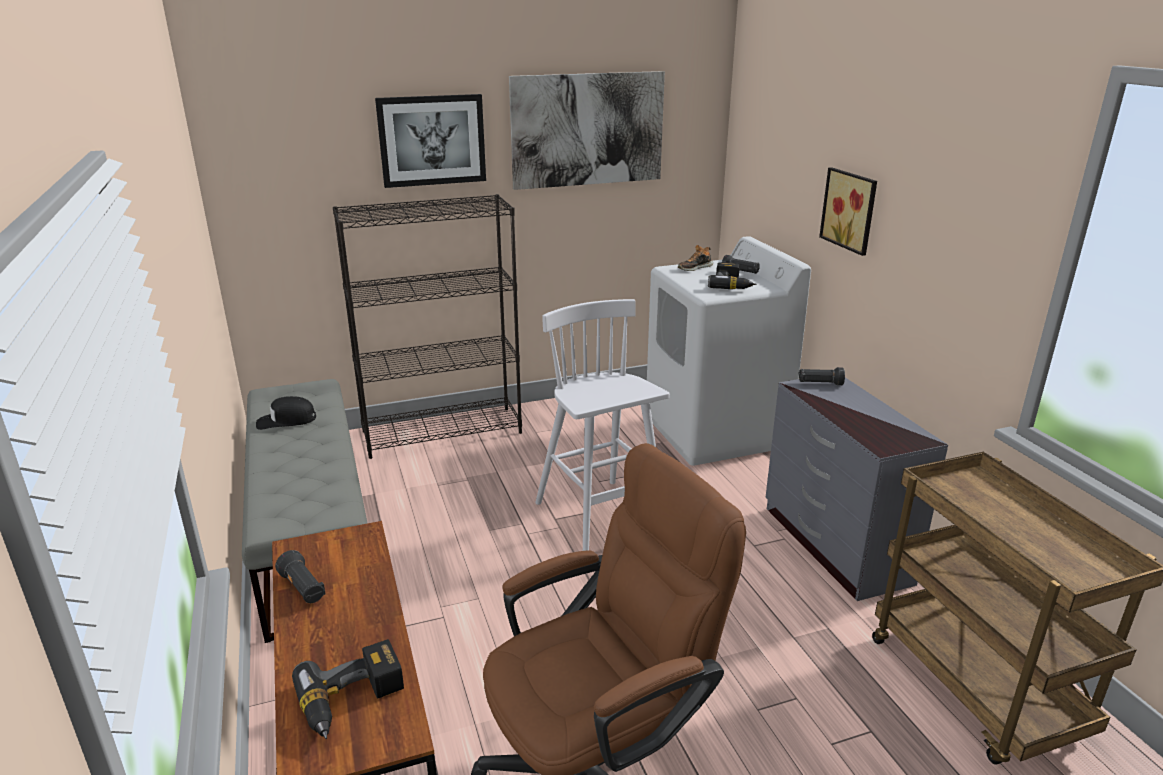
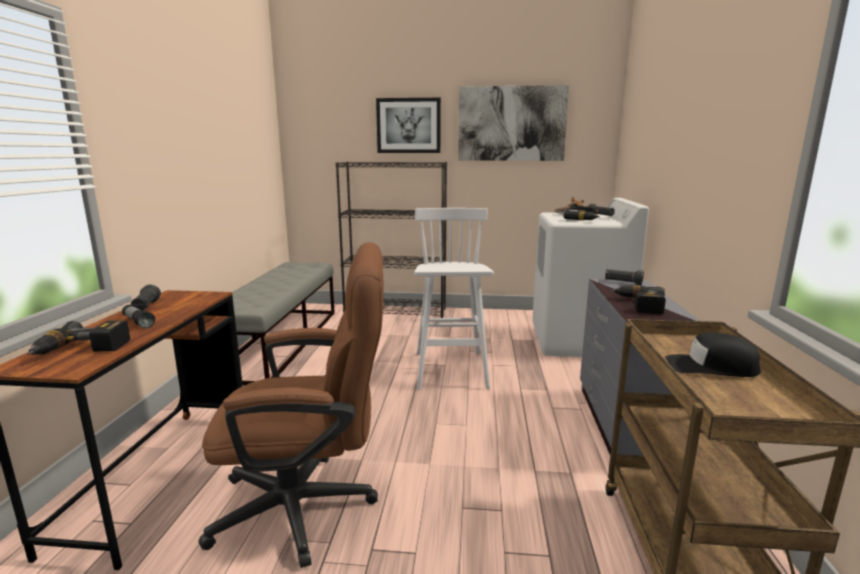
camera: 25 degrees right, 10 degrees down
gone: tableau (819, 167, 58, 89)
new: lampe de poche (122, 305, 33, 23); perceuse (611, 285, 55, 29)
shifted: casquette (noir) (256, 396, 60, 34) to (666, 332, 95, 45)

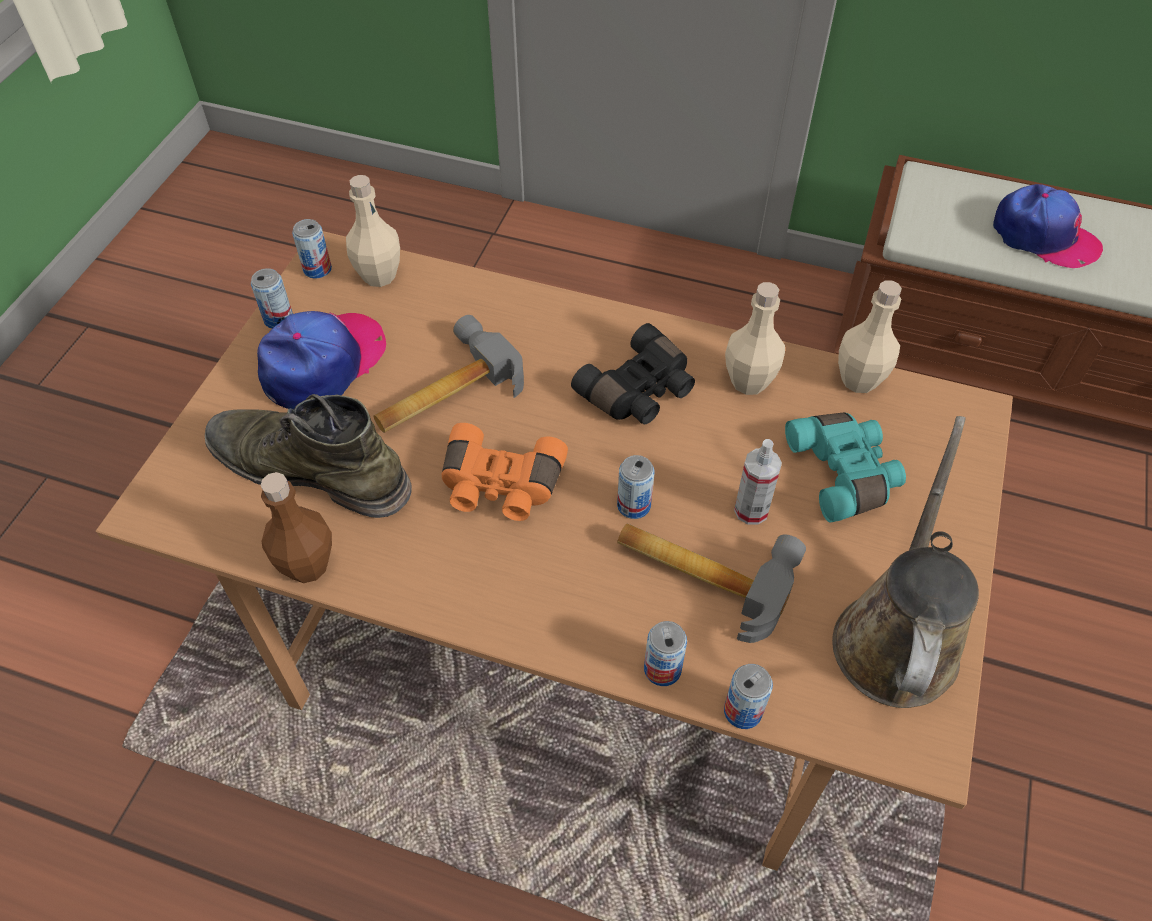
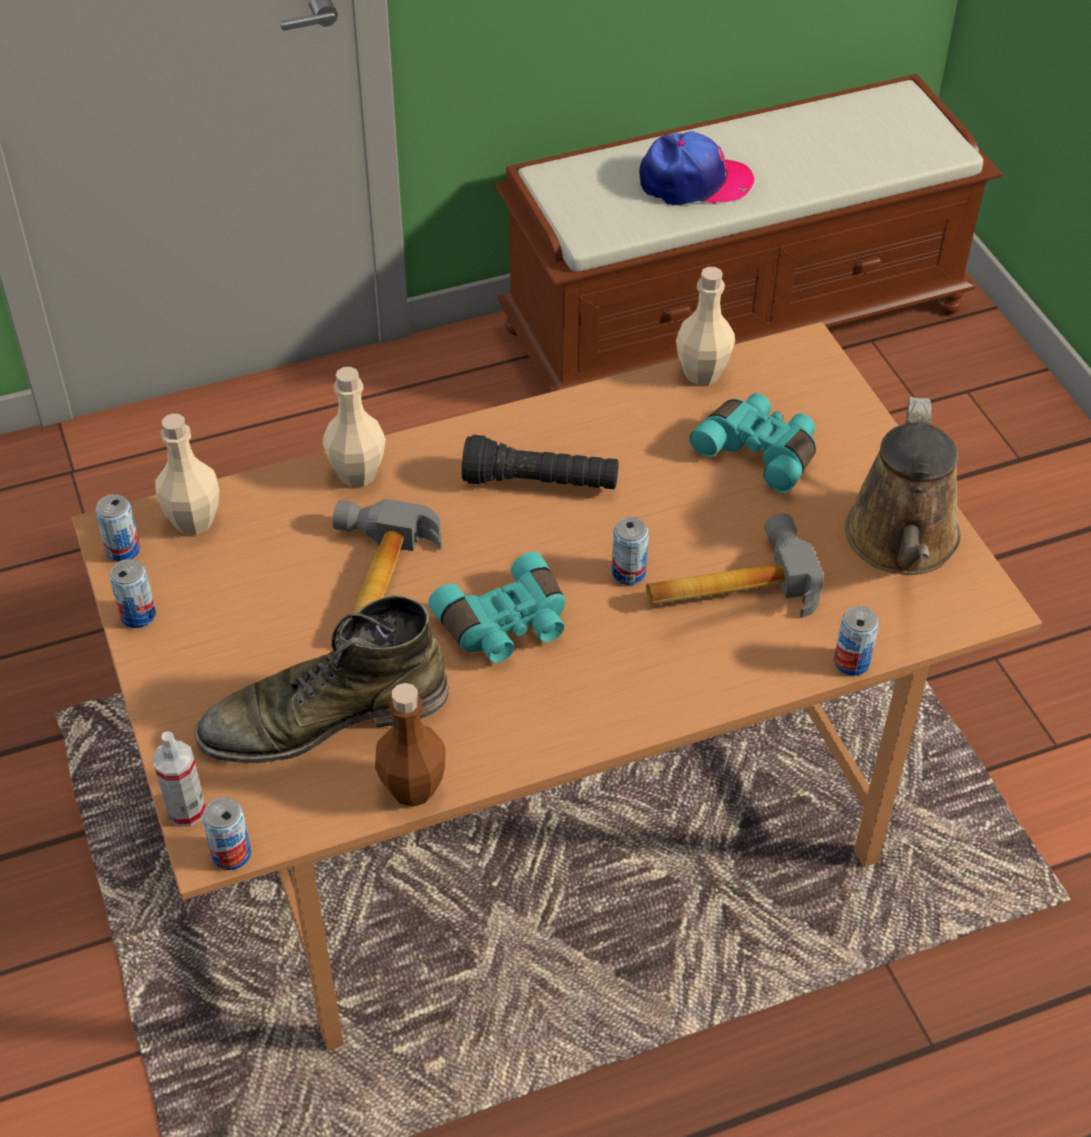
camera: 40 degrees left, 5 degrees down
gone: casquette (257, 311, 129, 99)
shifted: boîte métallique (644, 621, 43, 65) to (202, 797, 49, 73); bouteille (beige) (725, 282, 60, 113) to (323, 367, 63, 120); vaporisateur (734, 439, 48, 86) to (152, 731, 54, 96)
swapped: jumelles (noir) (571, 323, 124, 102) to lampe de poche (noir) (462, 435, 157, 54)
repainted: jumelles (orange) (442, 423, 126, 98) to jumelles (turquoise) (428, 552, 137, 111)
rotated: arrosoir (marron) (832, 416, 147, 292) = (845, 397, 115, 178) 150 degrees counterclockwise

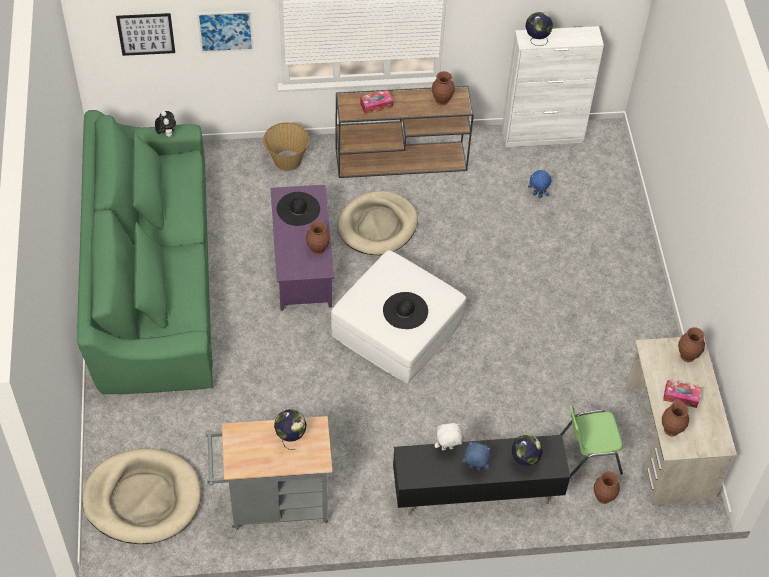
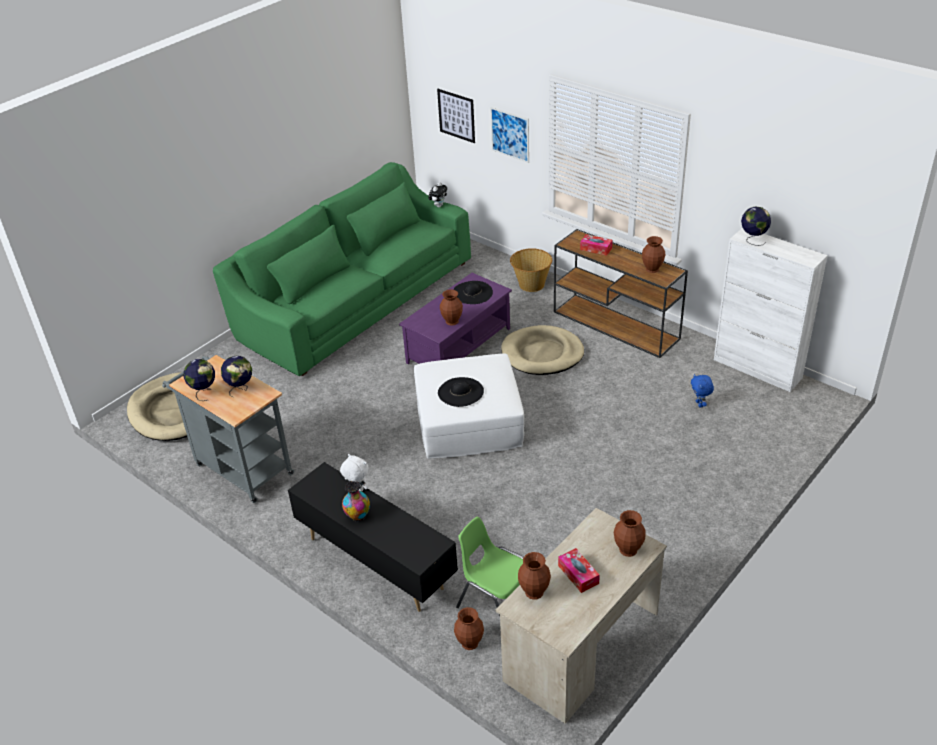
camera: 50 degrees right, 15 degrees down
shifted: globe (512, 435, 31, 36) to (183, 359, 32, 42)
swapped: peluche (bleu) (462, 442, 29, 29) to vase (342, 481, 28, 40)

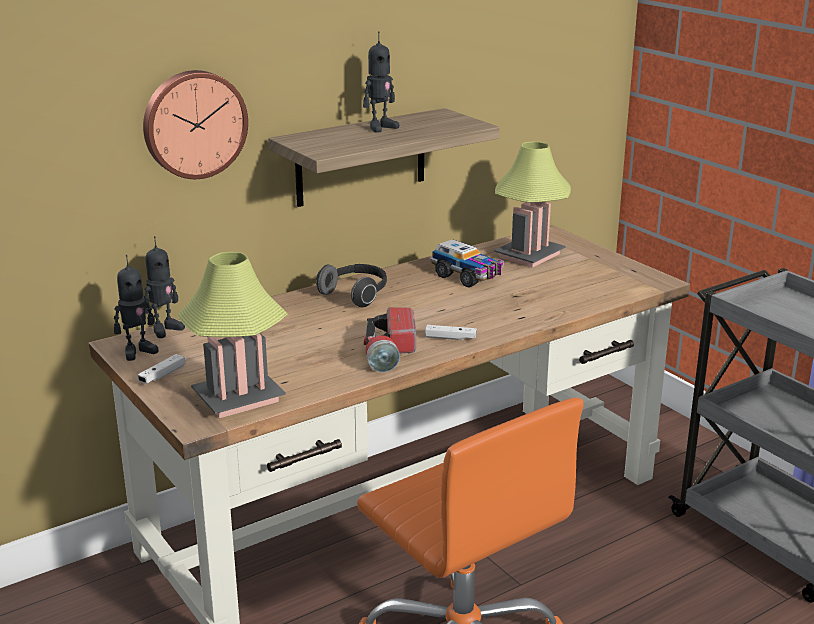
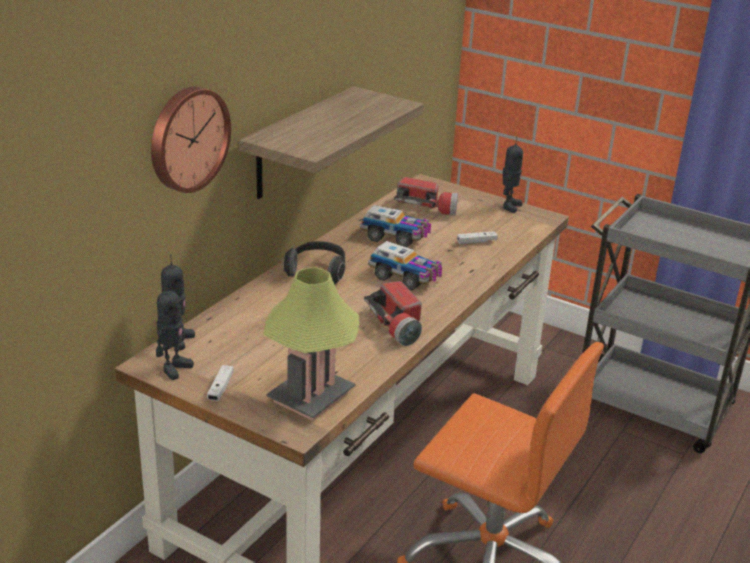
camera: 25 degrees left, 5 degrees up
new: camion jouet (368, 241, 74, 50)
shifted: robot jouet (363, 31, 36, 102) to (503, 136, 20, 77); manette (blanc) (425, 325, 52, 15) to (457, 231, 41, 13)
swapped: lampe de table (494, 141, 77, 127) to lampe de poche (394, 177, 64, 39)

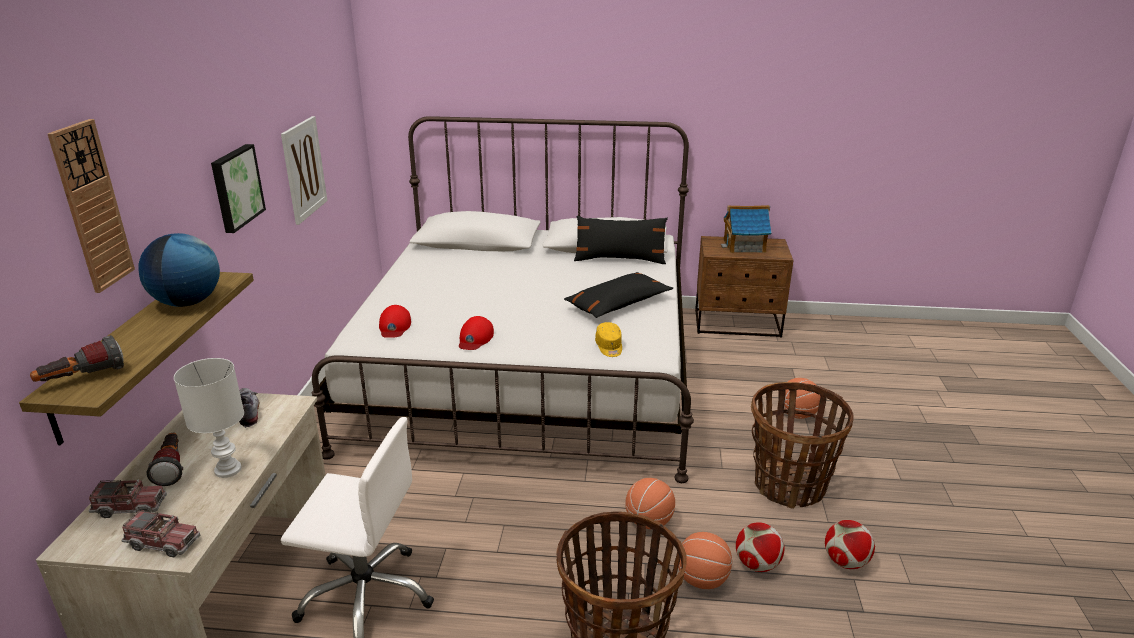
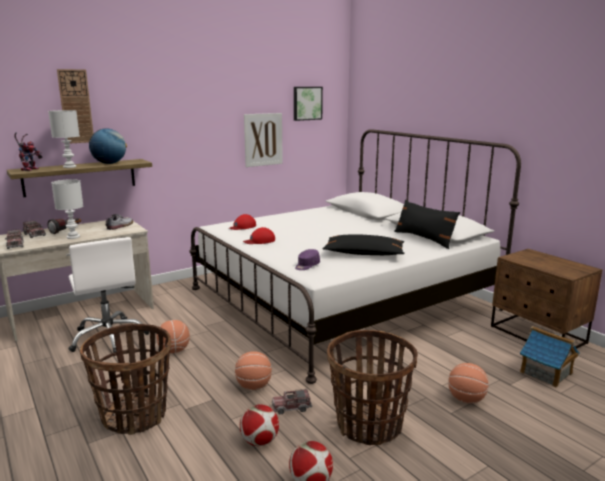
camera: 50 degrees right, 10 degrees down
new: lampe de table (blanc) (48, 110, 32, 58); camion jouet (272, 389, 40, 25)
shifted: tableau (211, 144, 55, 89) to (294, 87, 29, 34); ballon de basket (678, 532, 54, 57) to (156, 320, 34, 33); maison miniature (721, 205, 50, 48) to (520, 326, 60, 61)
swapped: lampe de poche (30, 335, 94, 47) to robot jouet (14, 132, 29, 39)
repainted: casquette (jaune) (595, 322, 27, 35) to casquette (violet) (295, 249, 25, 21)

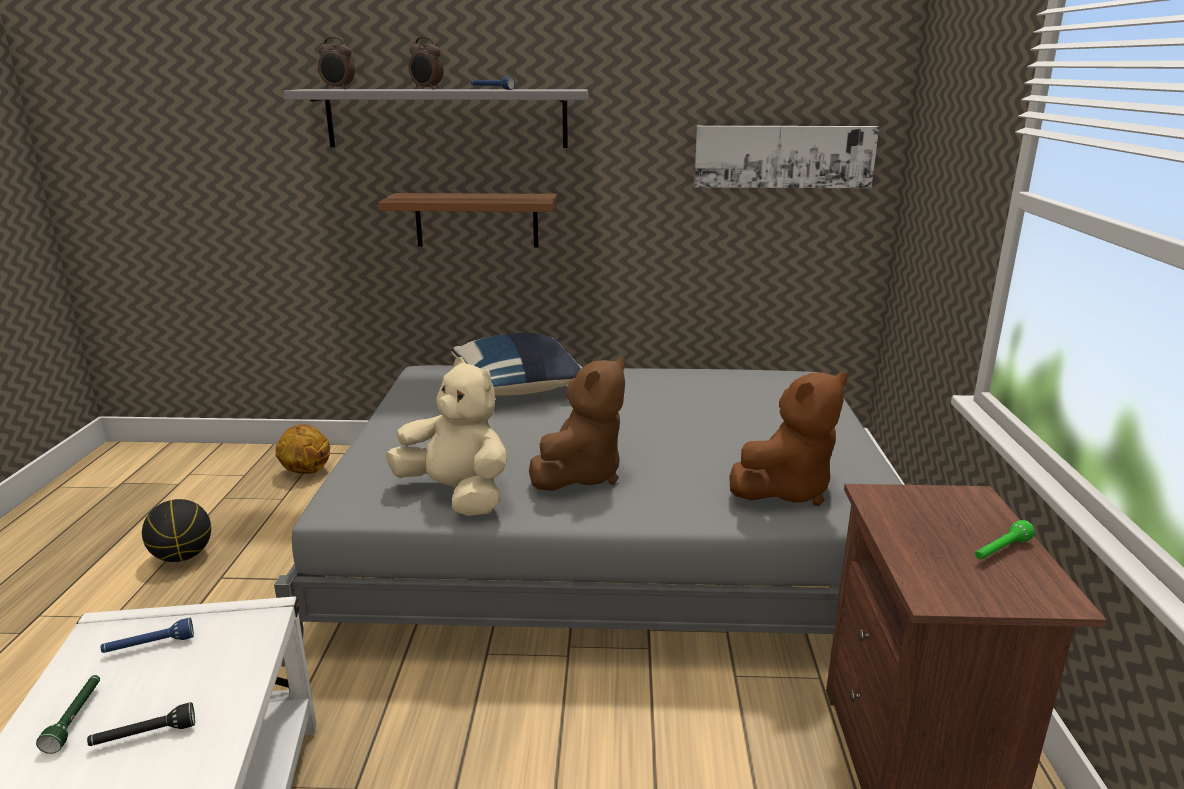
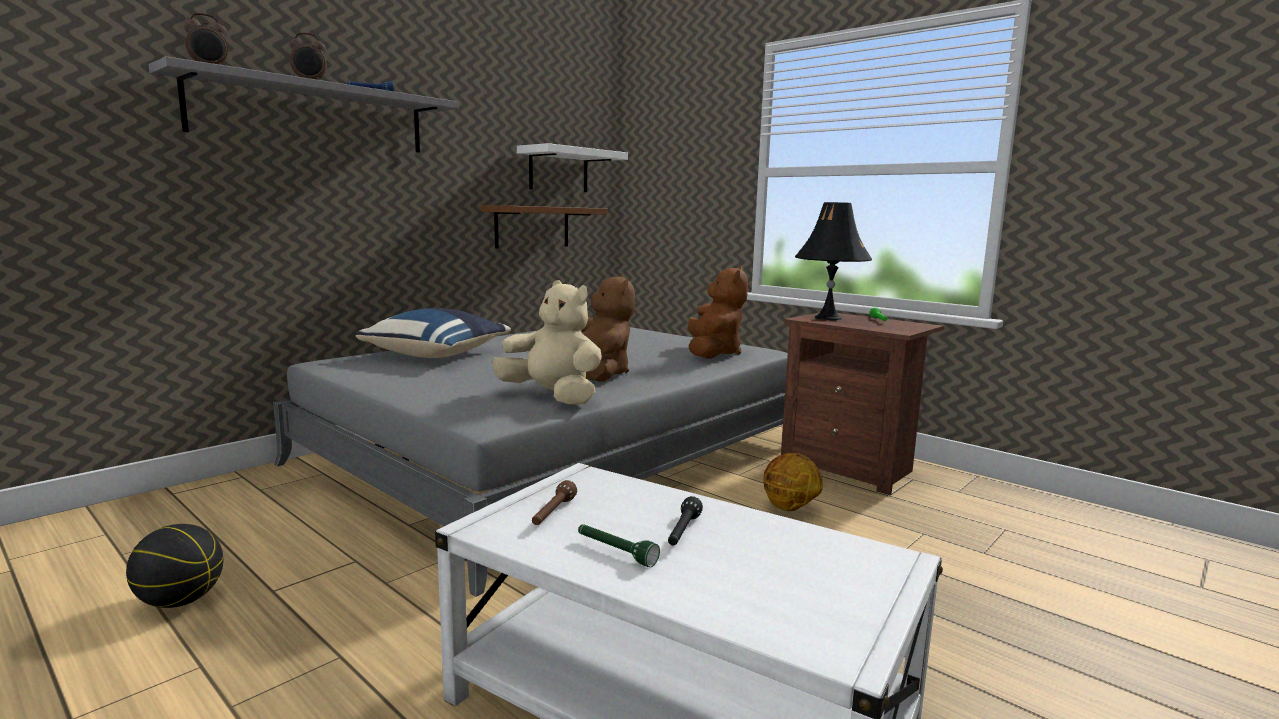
camera: 50 degrees left, 10 degrees down
new: lampe de table (noir) (795, 202, 77, 118)
shifted: ballon de basket (275, 424, 55, 50) to (763, 453, 60, 58); étagère (marron) (378, 193, 179, 55) to (481, 205, 126, 43)
swapped: tableau (694, 126, 185, 62) to étagère (blanc) (517, 143, 111, 49)
repainted: lampe de poche (bleu) (101, 618, 93, 35) to lampe de poche (marron) (532, 480, 45, 45)
rotated: peluche (beige) (386, 357, 122, 159) = (492, 280, 110, 125) 45 degrees clockwise

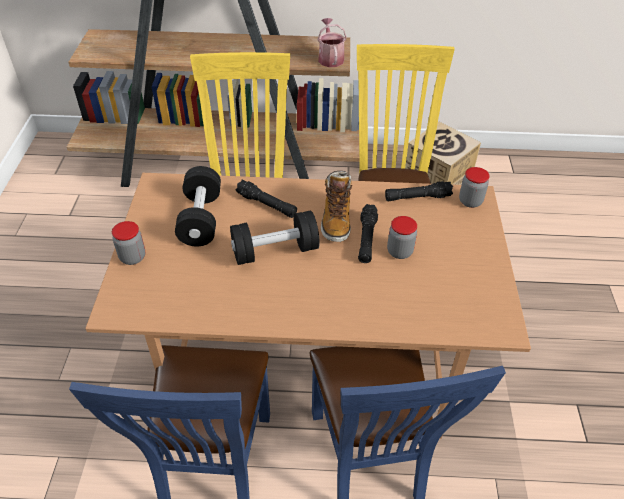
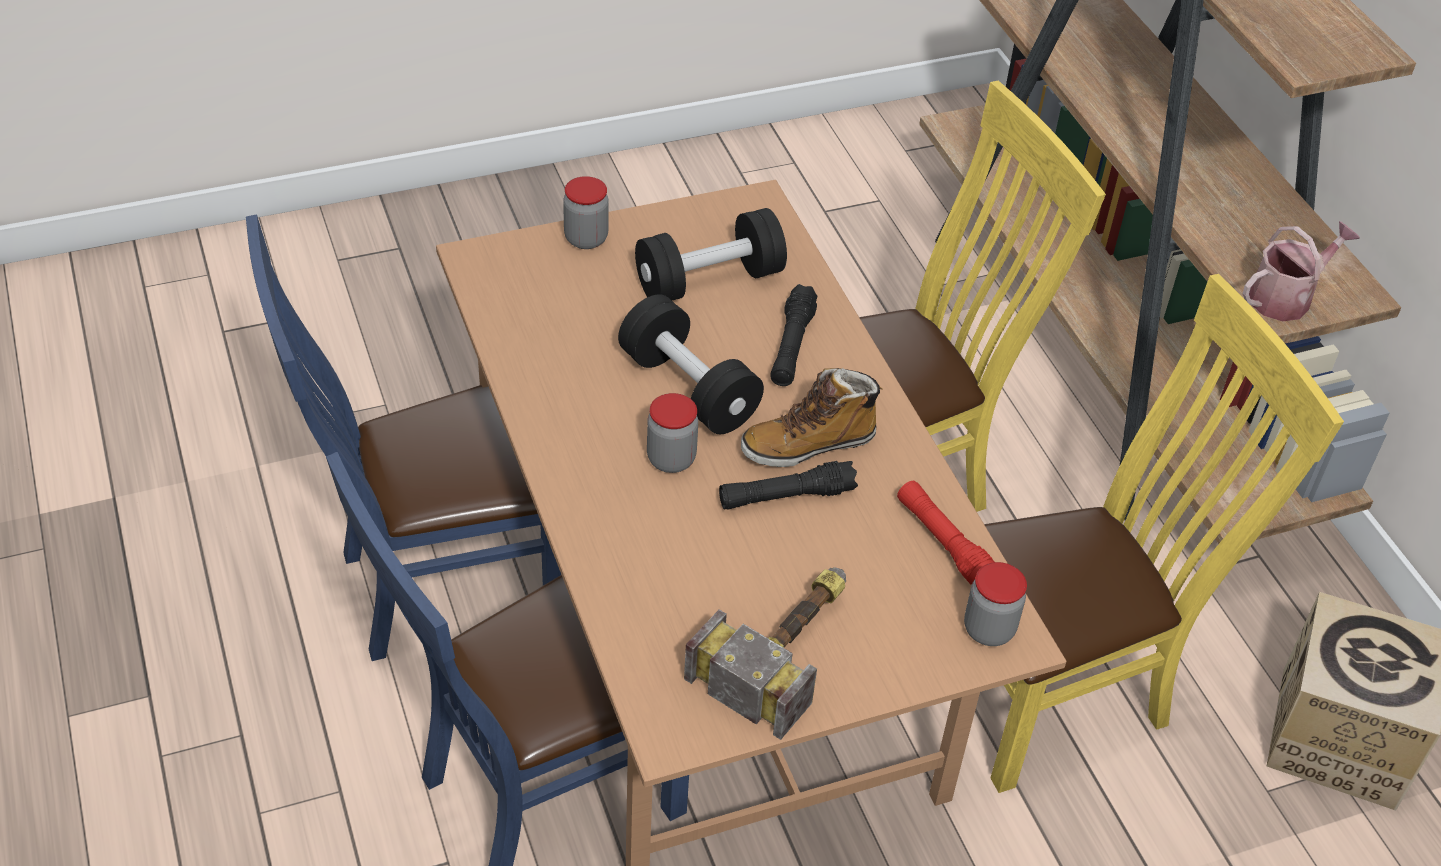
camera: 65 degrees right, 0 degrees up
new: marteau (684, 567, 162, 173)
shifted: bocal (387, 216, 30, 43) to (647, 393, 51, 80)
repainted: lampe de poche (noir) (385, 181, 68, 20) to lampe de poche (rouge) (897, 481, 98, 103)

